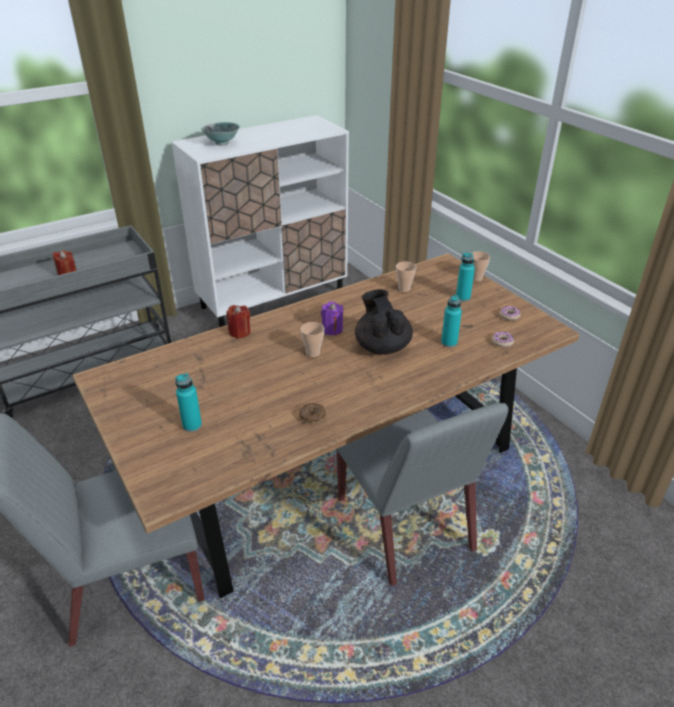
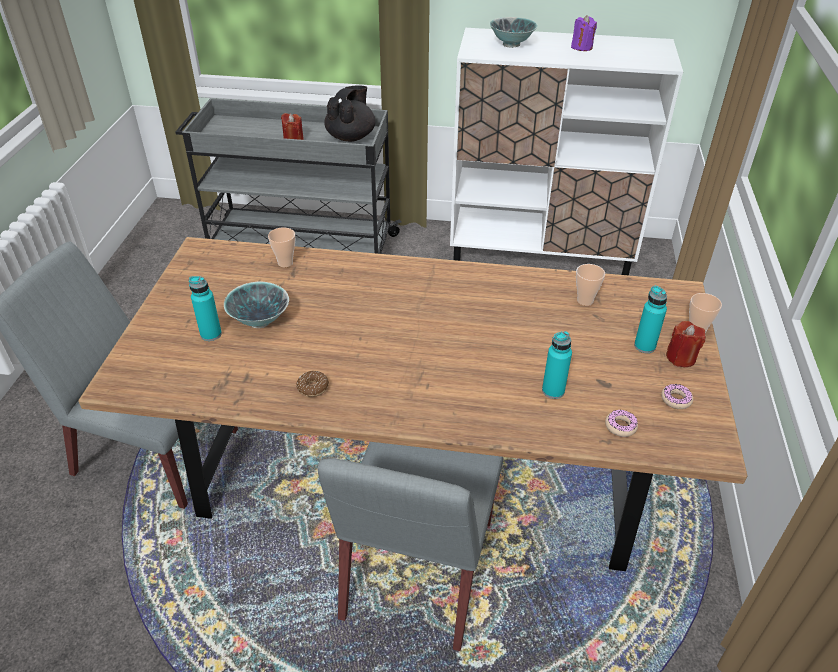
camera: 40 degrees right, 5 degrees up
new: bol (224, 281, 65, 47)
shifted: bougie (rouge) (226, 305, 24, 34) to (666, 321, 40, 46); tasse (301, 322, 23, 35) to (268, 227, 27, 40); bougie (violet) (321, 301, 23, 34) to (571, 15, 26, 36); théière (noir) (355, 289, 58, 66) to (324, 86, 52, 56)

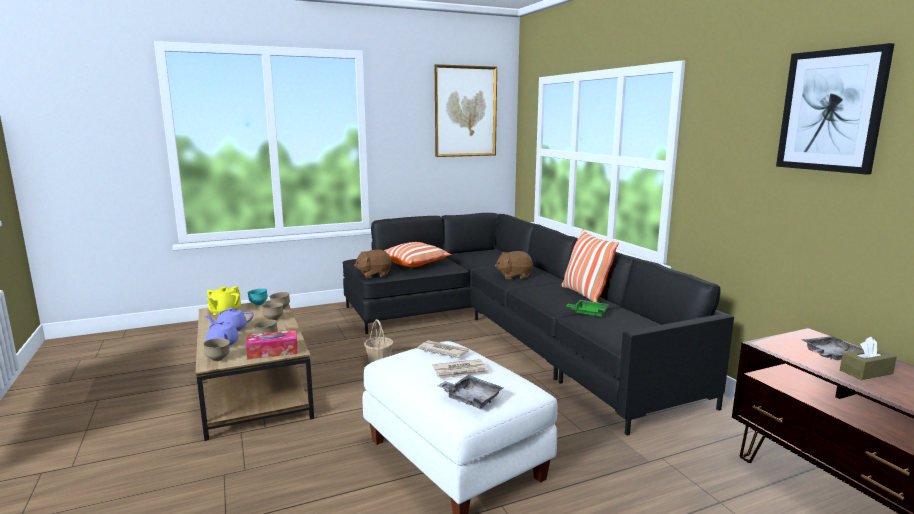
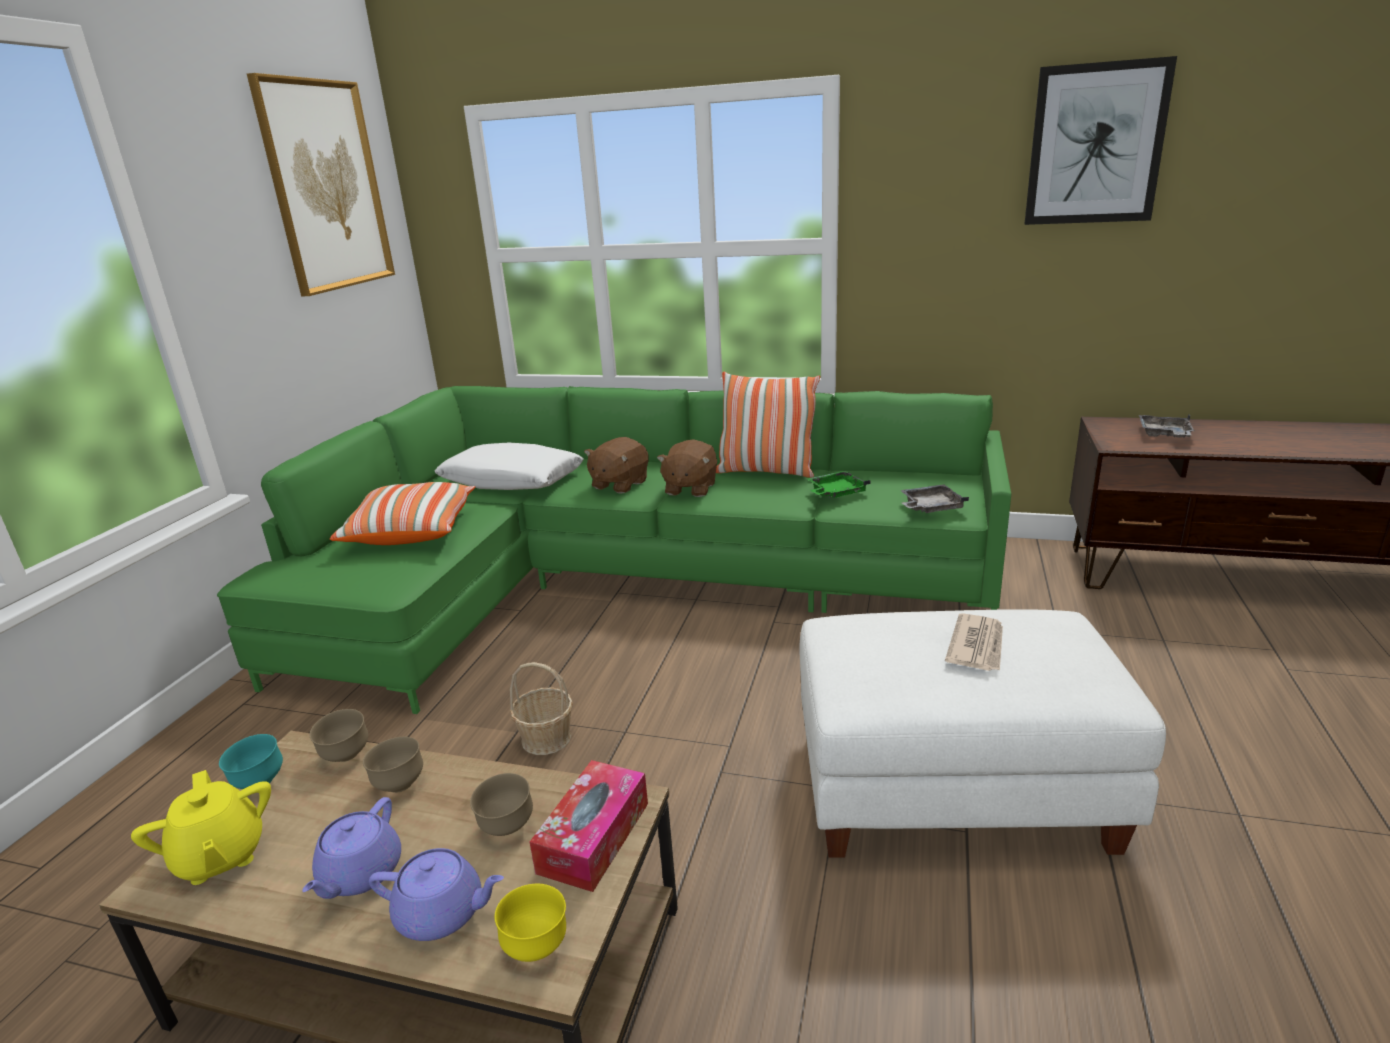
camera: 50 degrees left, 10 degrees up
gone: journal (418, 340, 51, 18); boîte à mouchoirs (marron) (840, 337, 57, 43)
new: coussin (blanc) (435, 443, 149, 47)
shifted: peluche (marron) (354, 250, 37, 28) to (657, 439, 60, 58); plateau (gris) (438, 375, 65, 34) to (900, 485, 69, 28)
repainted: bol (marron) (204, 338, 26, 23) to bol (jaune) (495, 884, 71, 78); canapé (noir) (342, 213, 392, 222) to canapé (vert) (217, 386, 794, 328)

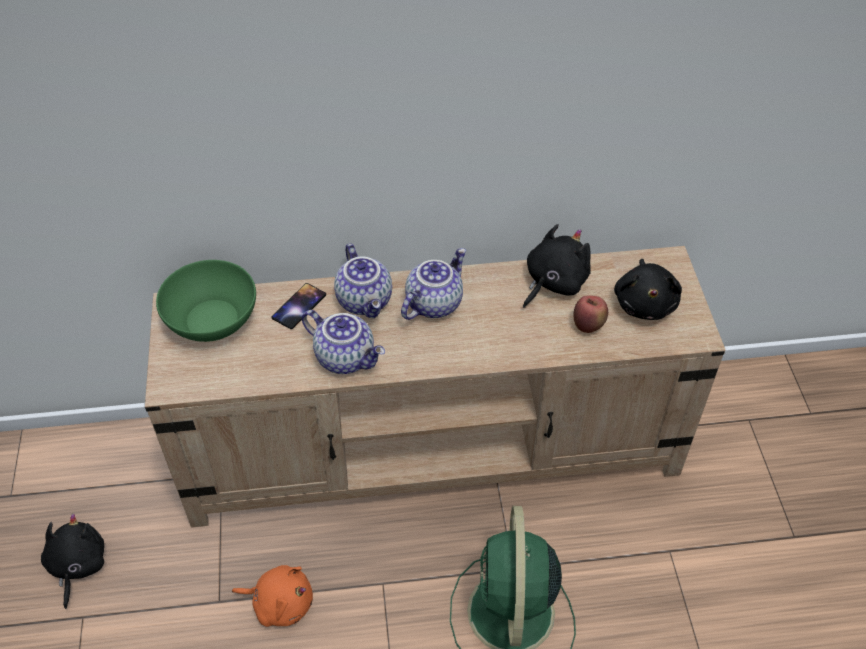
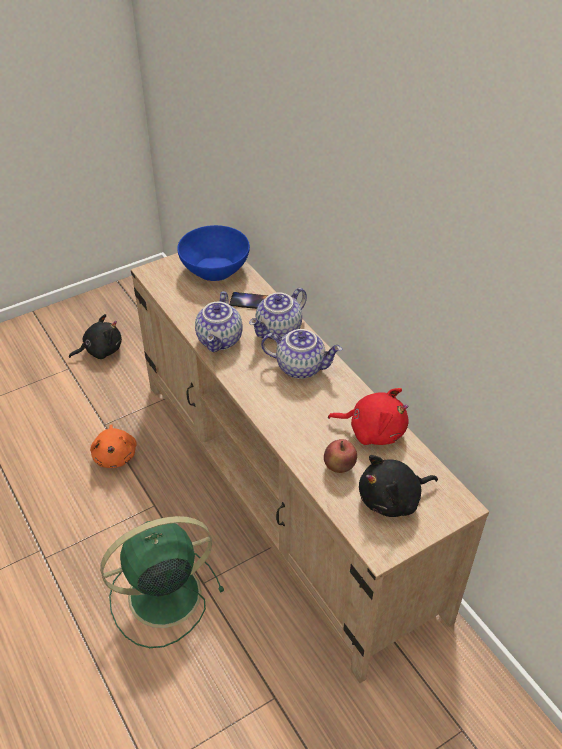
camera: 65 degrees right, 5 degrees down
repainted: bol (vert) (156, 260, 100, 82) to bol (bleu) (177, 225, 73, 56); peluche (noir) (523, 224, 68, 84) to peluche (rouge) (328, 388, 81, 57)

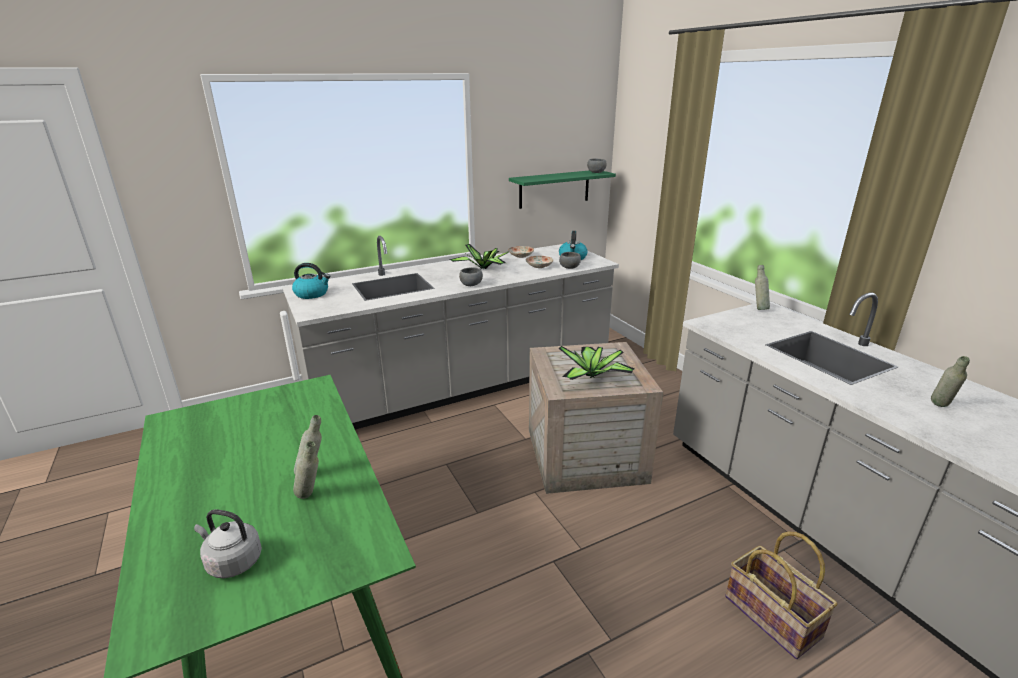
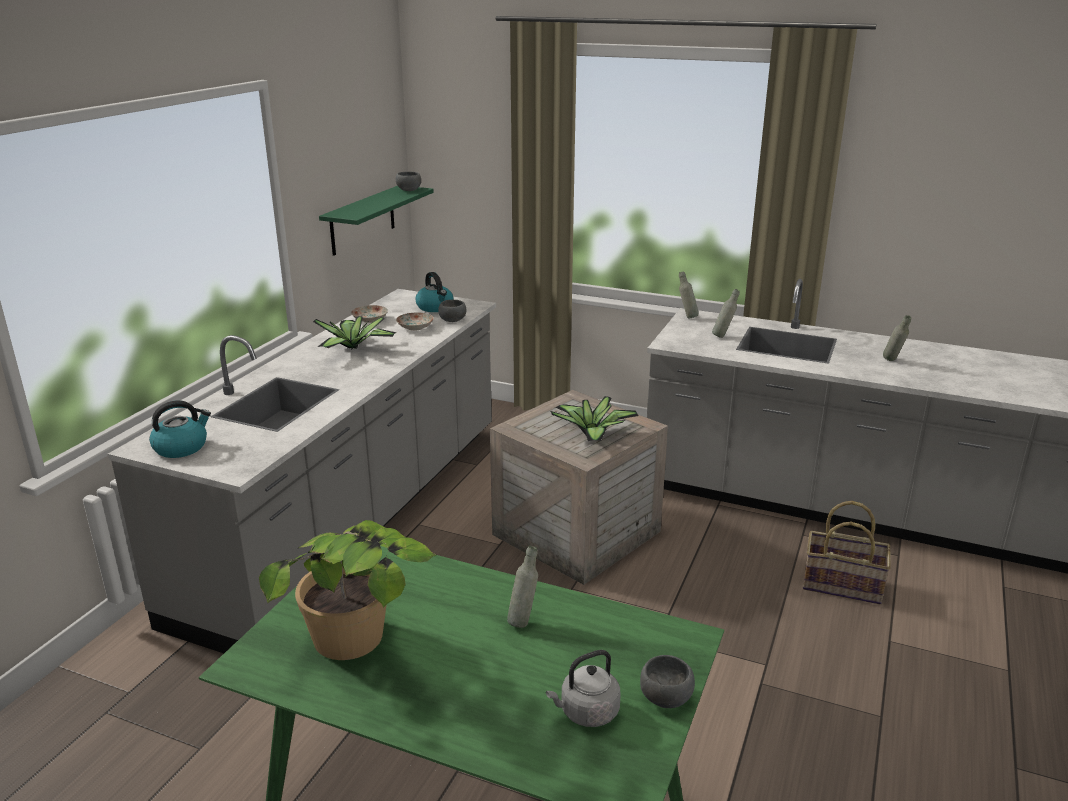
camera: 40 degrees left, 0 degrees up
new: plante en pot (259, 520, 177, 140)
shifted: bouteille (gris) (293, 441, 26, 58) to (712, 289, 28, 49); bol (gris) (459, 267, 24, 19) to (640, 655, 55, 53)

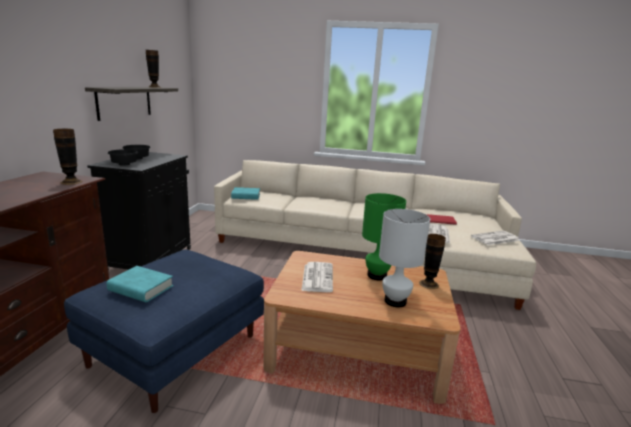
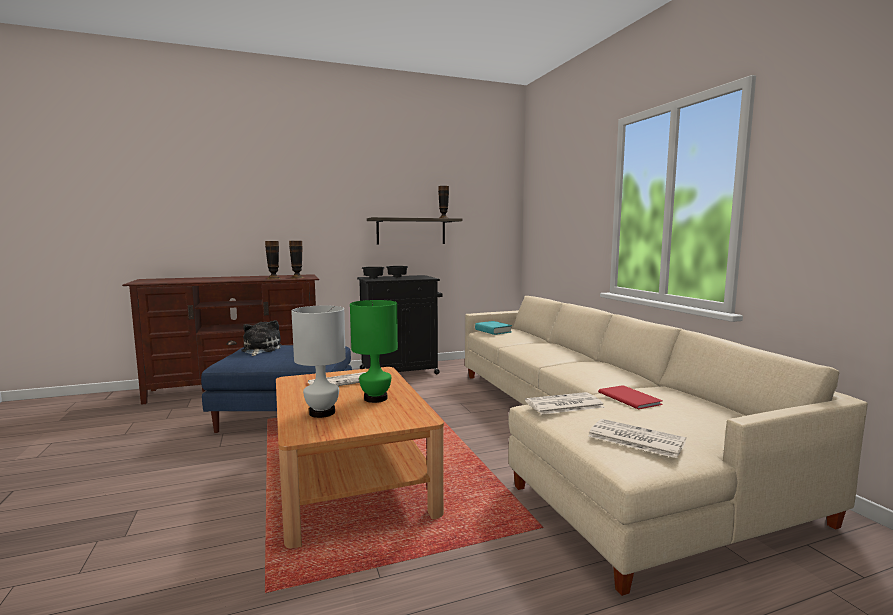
camera: 60 degrees right, 10 degrees down
shifted: vase (419, 234, 27, 55) to (265, 241, 16, 38)
swapped: livre (turquoise) (106, 266, 67, 36) to peluche (241, 320, 40, 36)

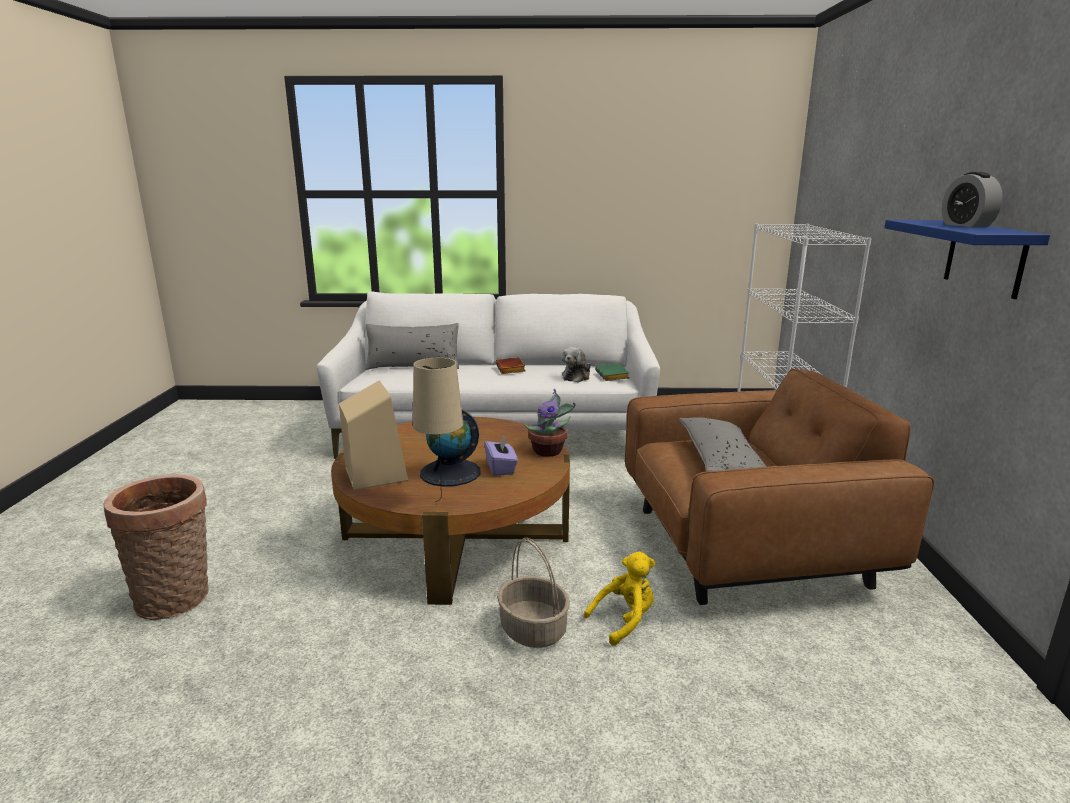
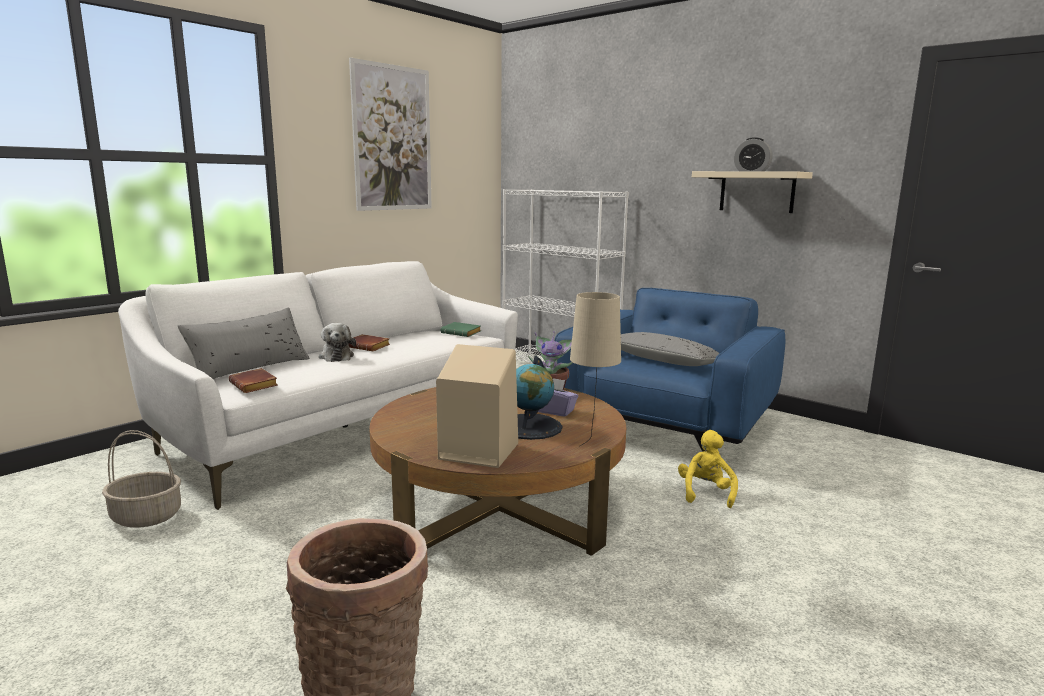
camera: 50 degrees left, 5 degrees down
new: livre (marron) (229, 368, 49, 25); tableau (349, 58, 83, 153)
shifted: panier (497, 538, 73, 110) to (102, 430, 79, 98); peluche (562, 347, 29, 35) to (319, 323, 37, 39)
repainted: fauteuil (marron) (625, 369, 309, 236) to fauteuil (bleu) (554, 288, 231, 164); étagère (bleu) (884, 220, 166, 79) to étagère (beige) (692, 171, 121, 42)

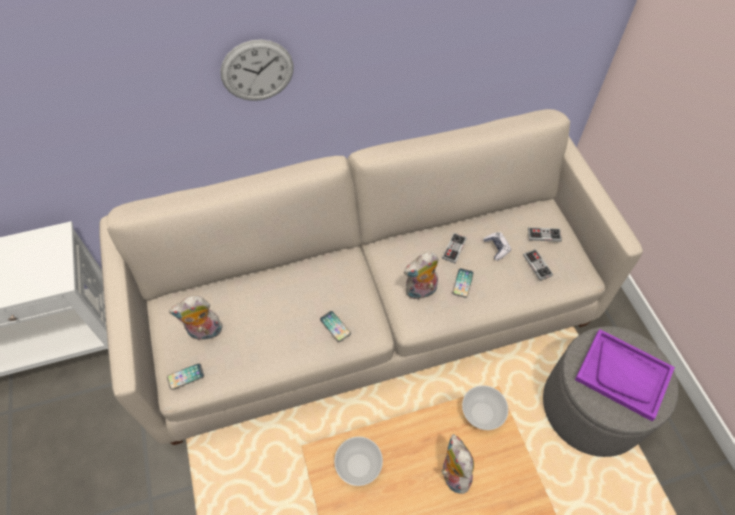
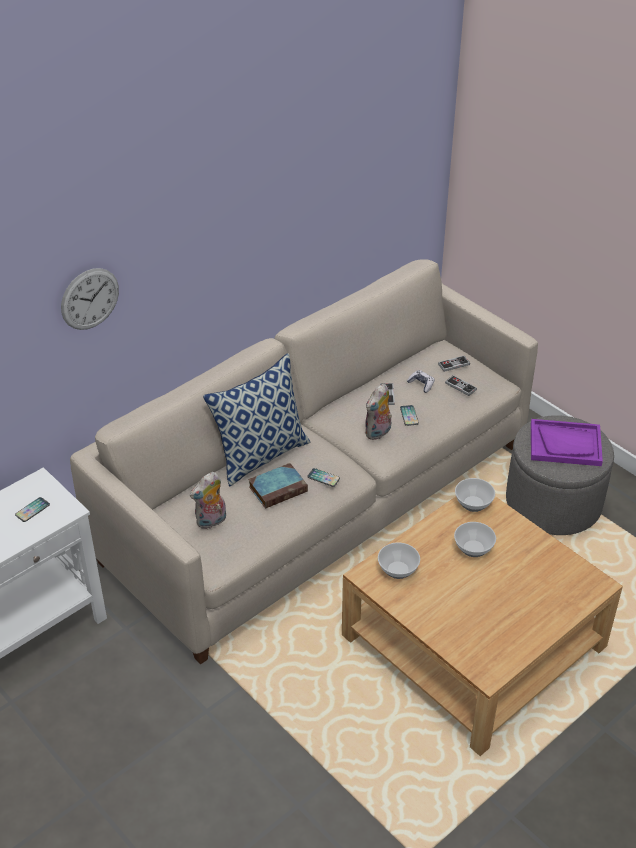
camera: 25 degrees left, 15 degrees down
new: coussin (203, 353, 107, 133); livre (248, 463, 60, 46)
shifted: téléphone (167, 363, 37, 27) to (15, 497, 35, 25); horloge murale (220, 39, 74, 62) to (61, 268, 58, 62)
swapped: peluche (441, 434, 33, 60) to bol (454, 522, 42, 35)

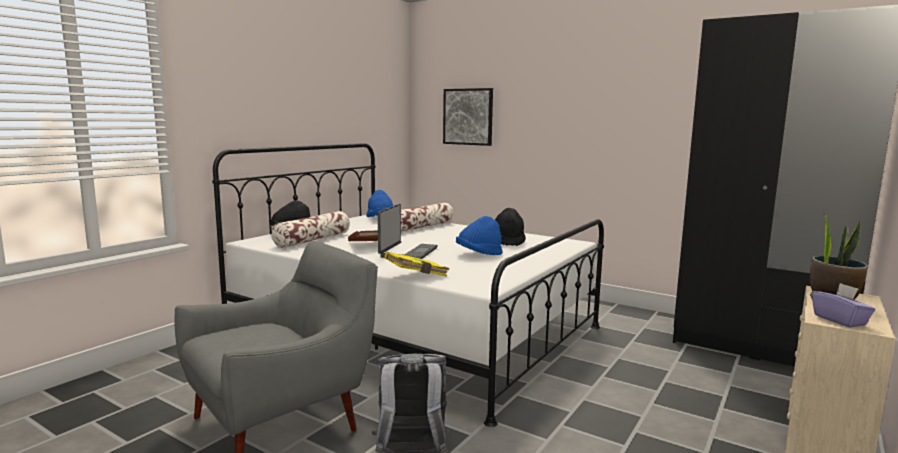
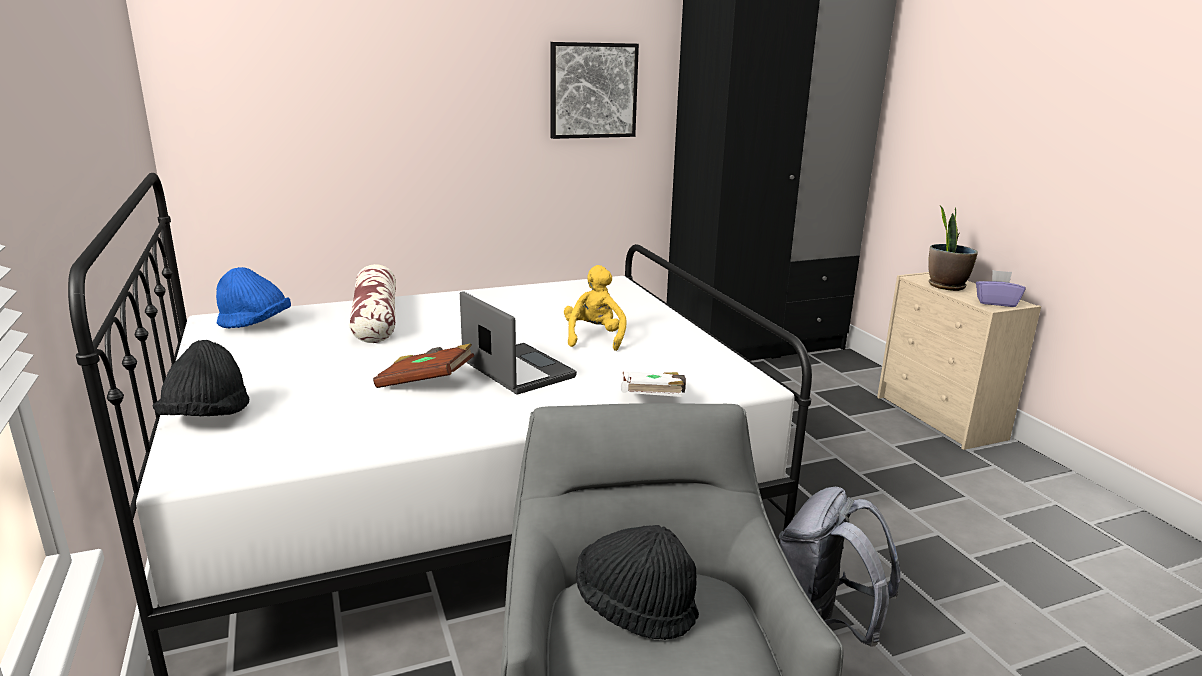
camera: 55 degrees left, 10 degrees up
gone: coussin (271, 211, 79, 37)
shifted: tableau (443, 88, 50, 58) to (550, 42, 89, 97); chapeau (noir) (495, 208, 31, 38) to (575, 525, 124, 115)
swapped: chapeau (bleu) (456, 216, 47, 39) to peluche (jaune) (564, 265, 63, 86)
repainted: livre (jaune) (384, 252, 65, 25) to livre (blanc) (621, 372, 65, 25)

